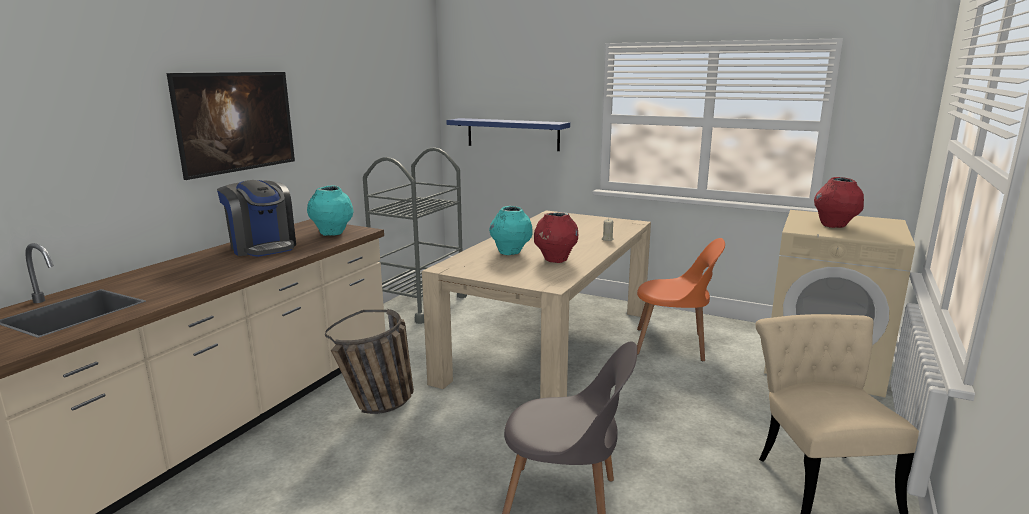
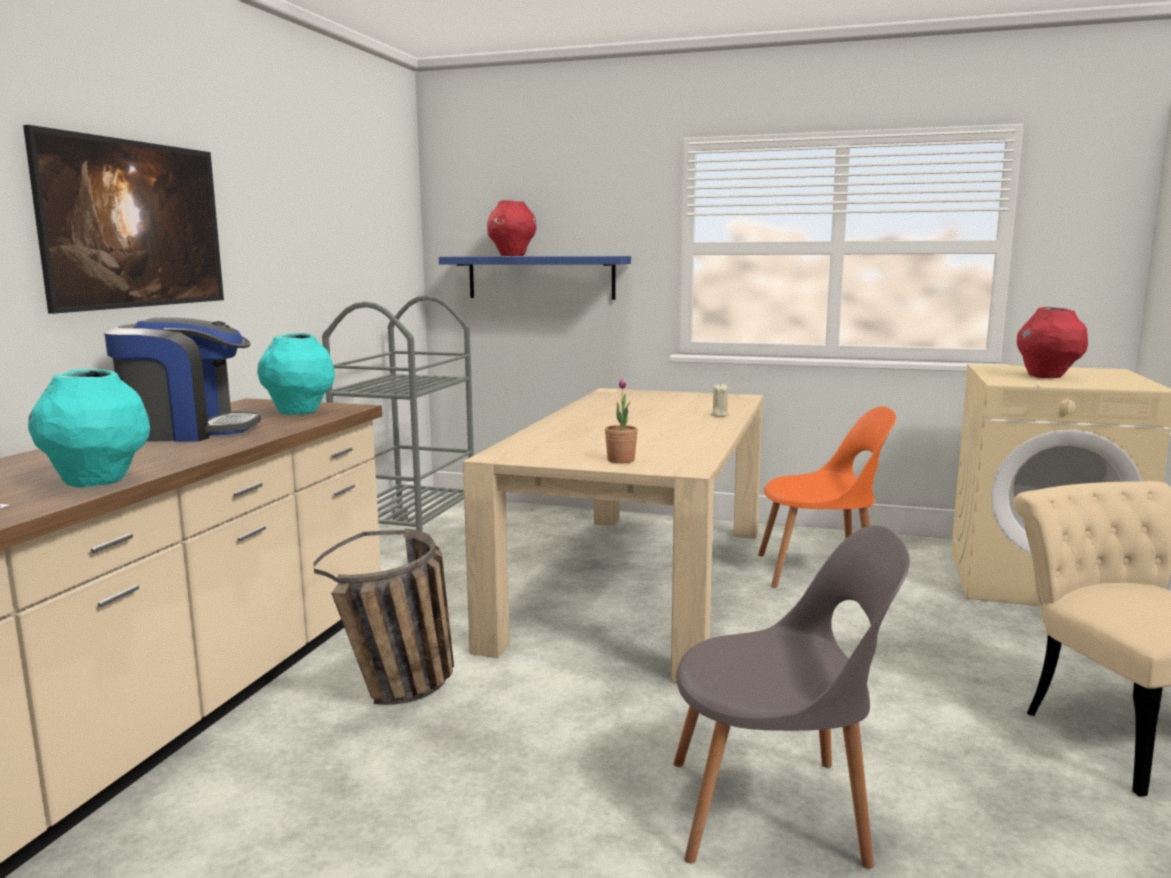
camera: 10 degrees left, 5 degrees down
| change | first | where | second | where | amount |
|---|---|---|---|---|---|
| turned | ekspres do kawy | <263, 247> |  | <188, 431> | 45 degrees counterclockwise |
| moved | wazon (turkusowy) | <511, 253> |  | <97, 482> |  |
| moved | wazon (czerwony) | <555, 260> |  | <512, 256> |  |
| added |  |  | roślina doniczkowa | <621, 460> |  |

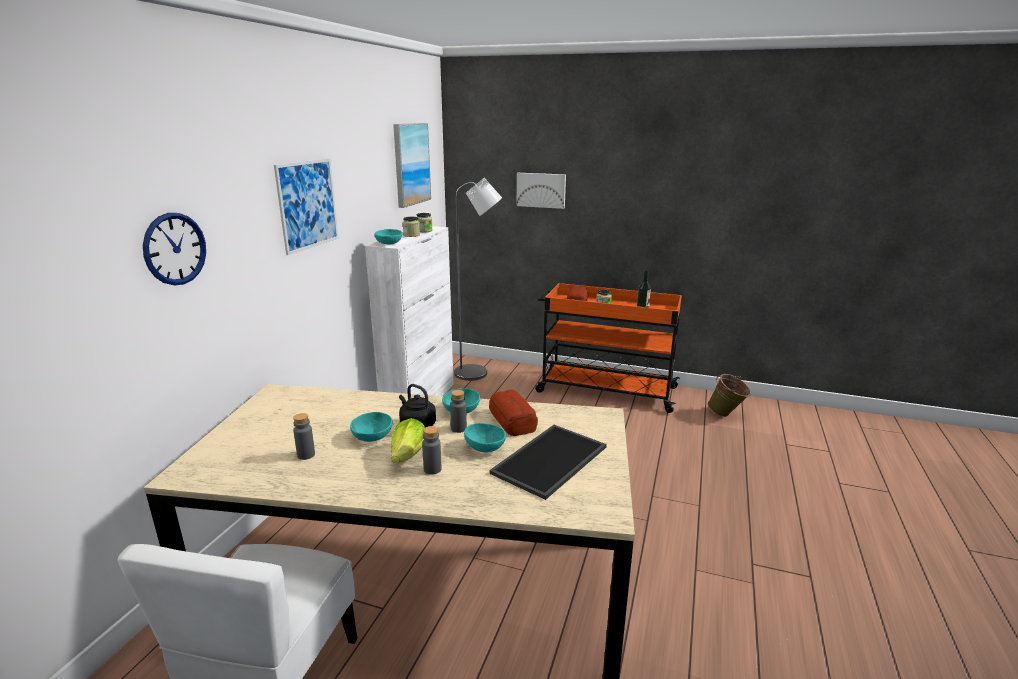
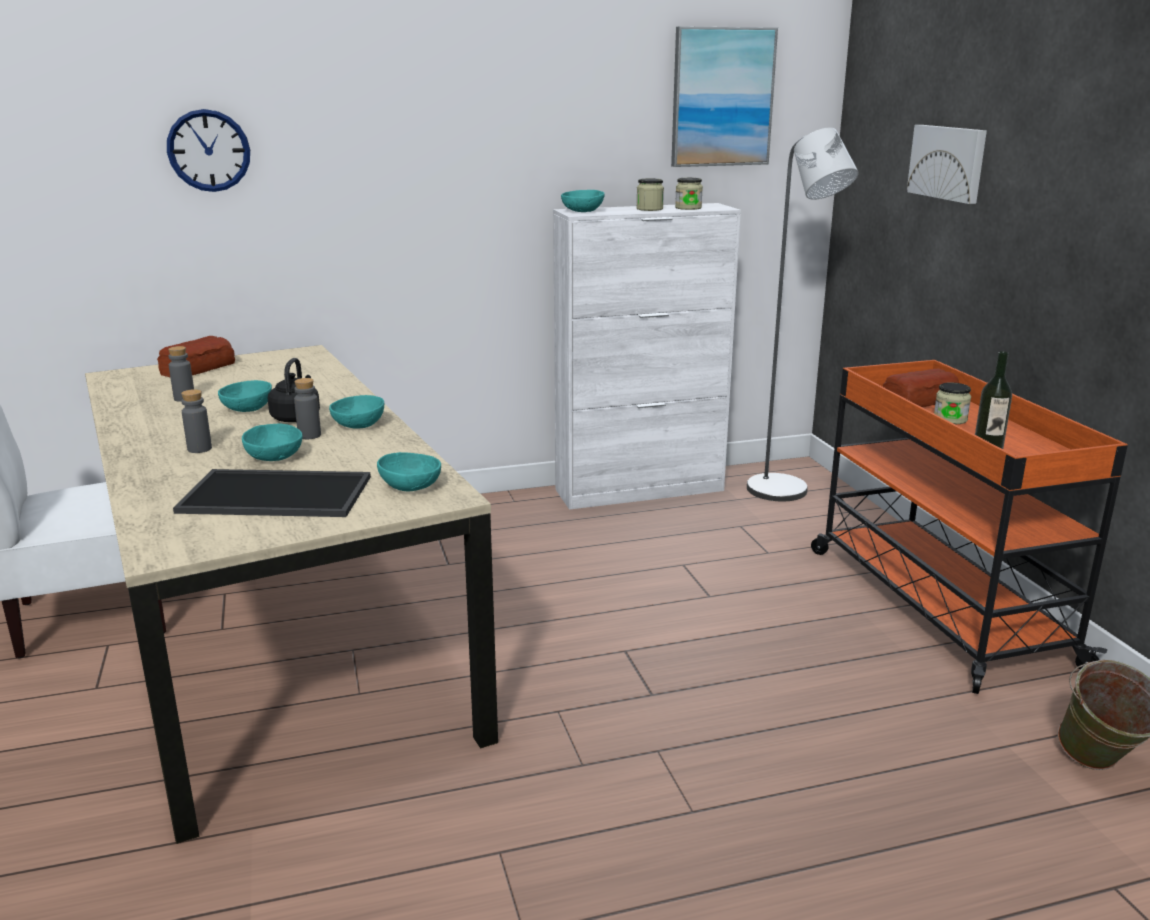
camera: 55 degrees right, 0 degrees up
| change | first | where | second | where | amount |
|---|---|---|---|---|---|
| removed | obraz | <308, 204> |  |  |  |
| moved | chleb | <512, 420> |  | <199, 368> |  |
| removed | sałata | <409, 455> |  |  |  |
| added |  |  | miska (turkusowy) | <411, 487> |  |

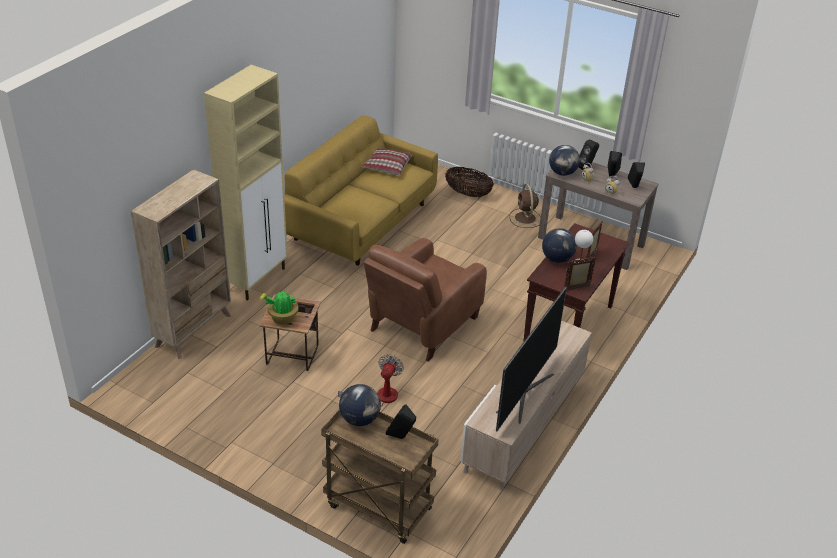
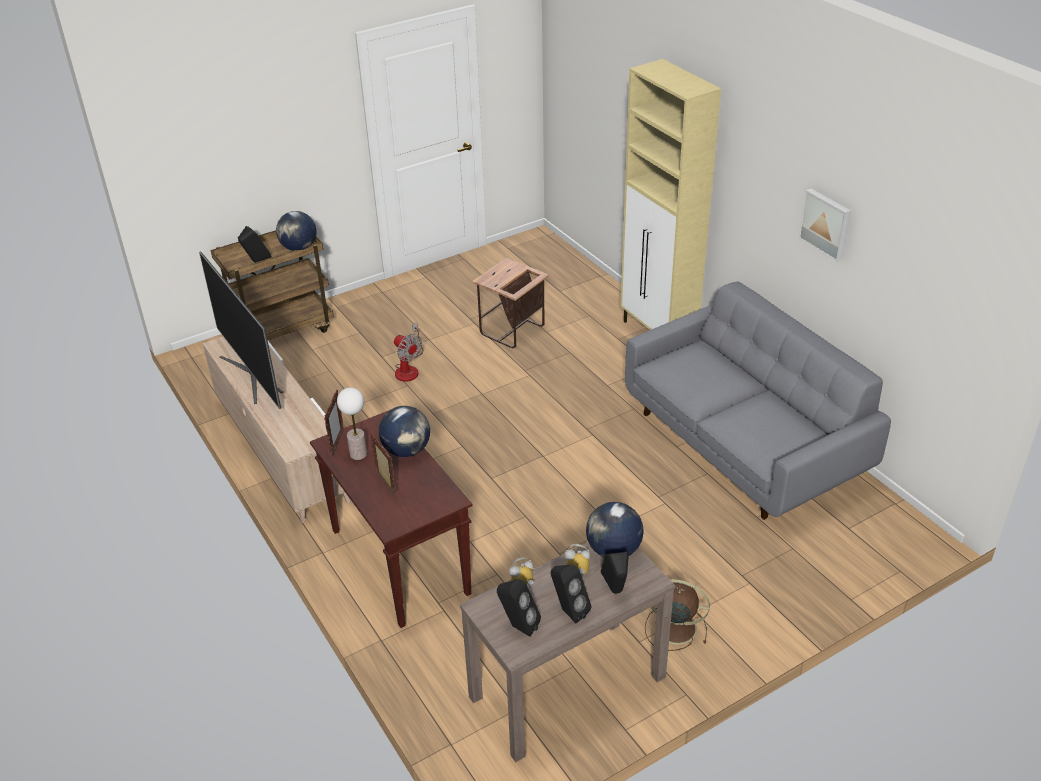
camera: 120 degrees right, 0 degrees up
| change | first | where | second | where | amount |
|---|---|---|---|---|---|
| recoloured | kanapa (żółty) | <361, 222> | kanapa (szary) | <743, 443> |  |
| removed | poduszka | <387, 166> |  |  |  |
| removed | koszyk | <468, 194> |  |  |  |
| removed | regał (beżowy) | <194, 330> |  |  |  |
| removed | fotel (brązowy) | <421, 325> |  |  |  |
| removed | roślina doniczkowa | <282, 318> |  |  |  |
| added |  |  | obraz | <826, 224> |  |

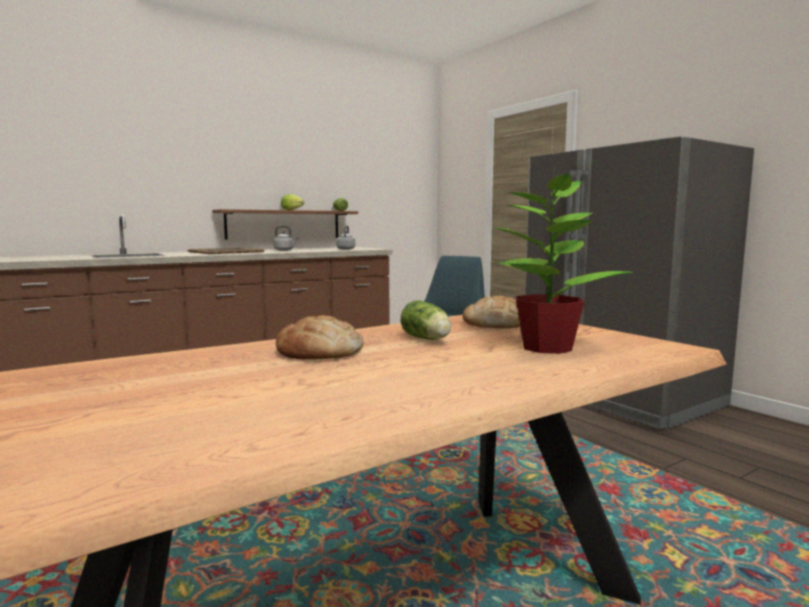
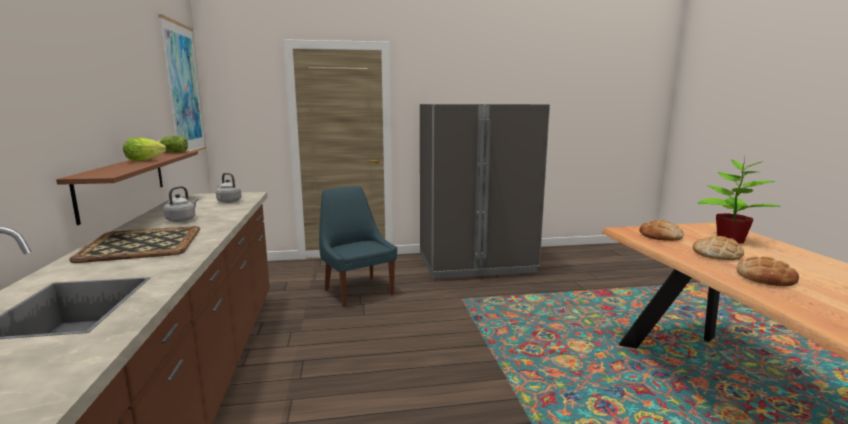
camera: 65 degrees left, 5 degrees up
| change | first | where | second | where | amount |
|---|---|---|---|---|---|
| replaced | sałata | <427, 339> | chleb | <717, 254> |  |
| added |  |  | obraz | <183, 89> |  |

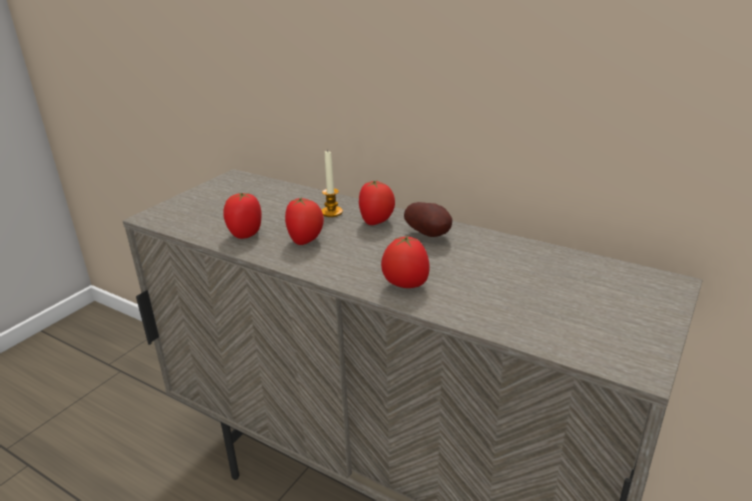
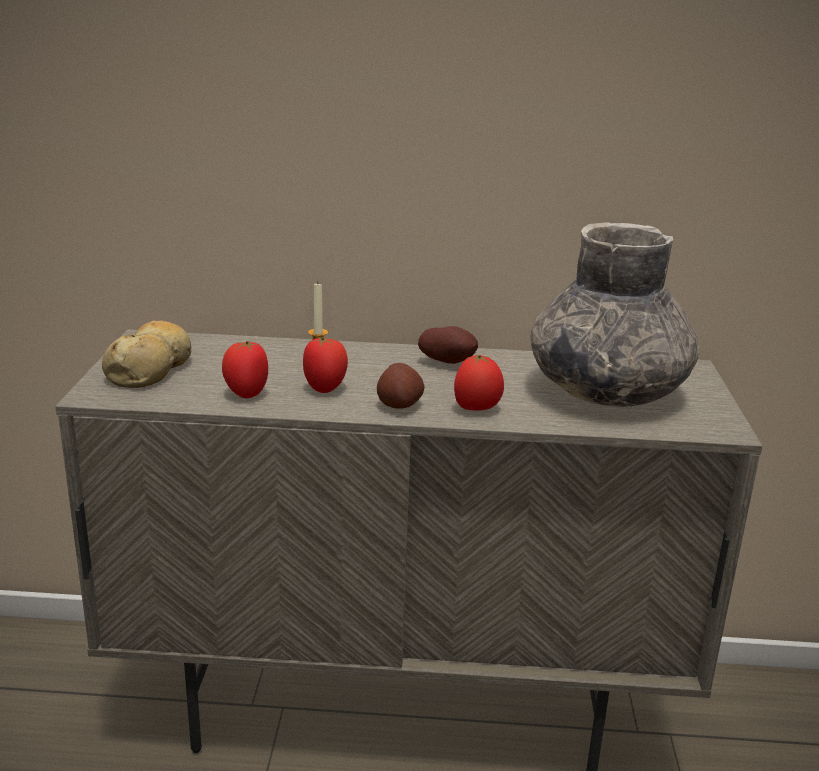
camera: 30 degrees left, 5 degrees down
| change | first | where | second | where | amount |
|---|---|---|---|---|---|
| removed | pomidor | <377, 222> |  |  |  |
| added |  |  | wazon (szary) | <606, 391> |  |
| added |  |  | chleb | <151, 369> |  |
| added |  |  | ziemniak | <399, 404> |  |

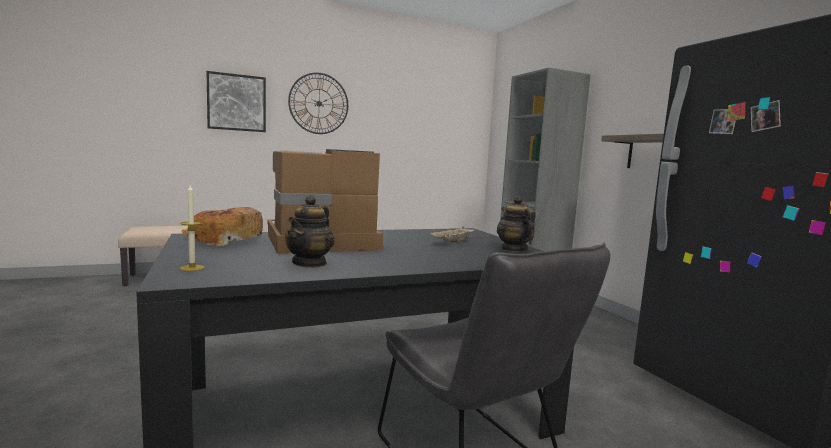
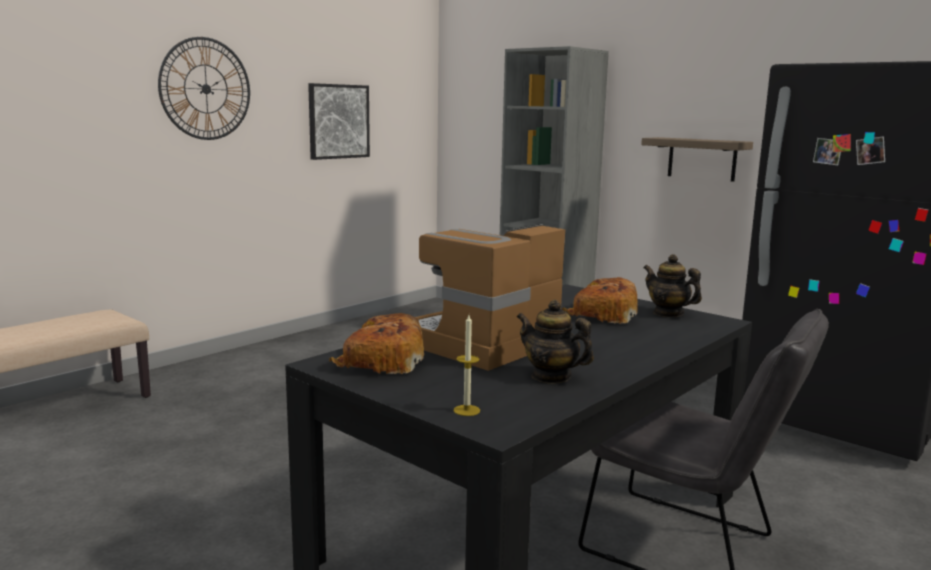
camera: 25 degrees left, 5 degrees up
| change | first | where | second | where | amount |
|---|---|---|---|---|---|
| moved | obraz | <237, 102> |  | <338, 121> |  |
| turned | imbryk | <310, 263> |  | <551, 376> | 135 degrees clockwise |
| replaced | taca (beżowy) | <452, 243> | chleb | <600, 315> |  |

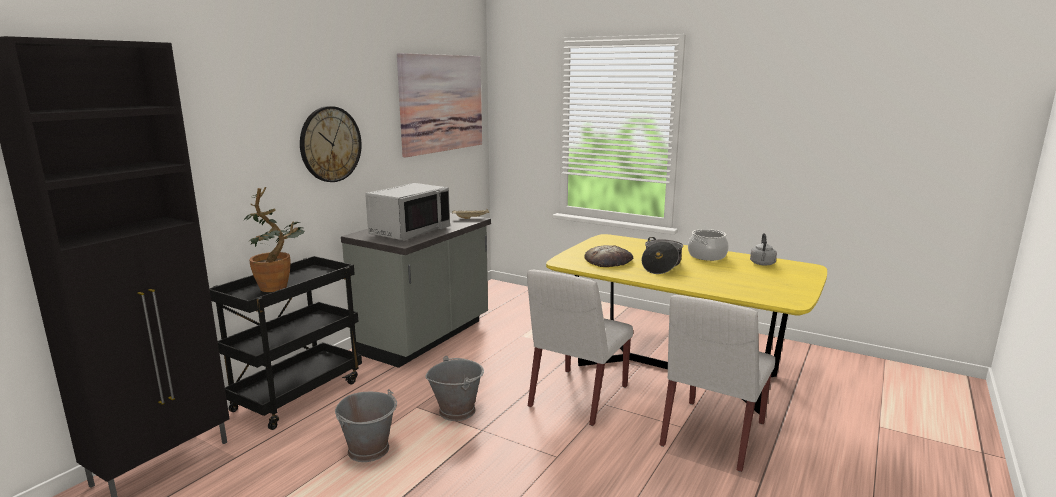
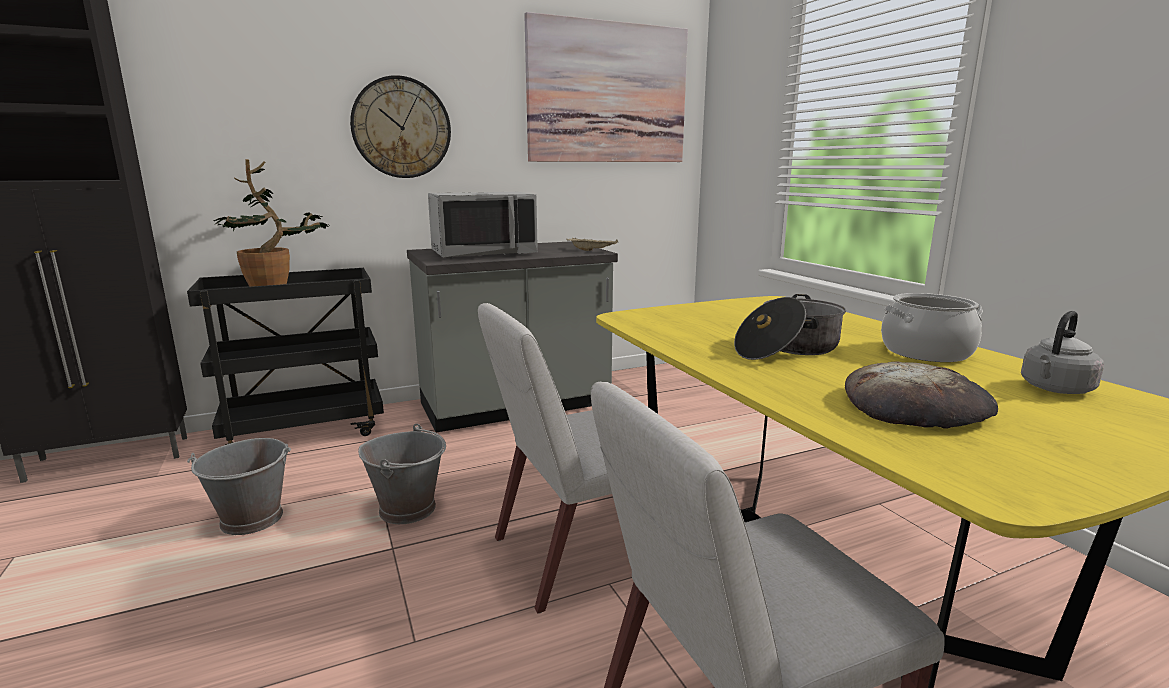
camera: 35 degrees right, 0 degrees up
| change | first | where | second | where | amount |
|---|---|---|---|---|---|
| moved | chleb | <608, 260> |  | <915, 406> |  |

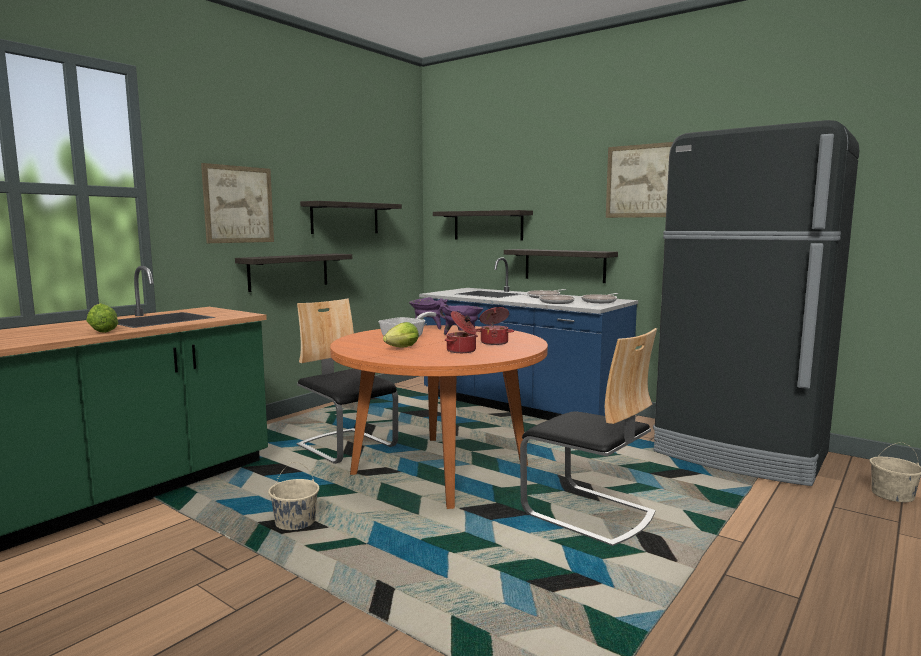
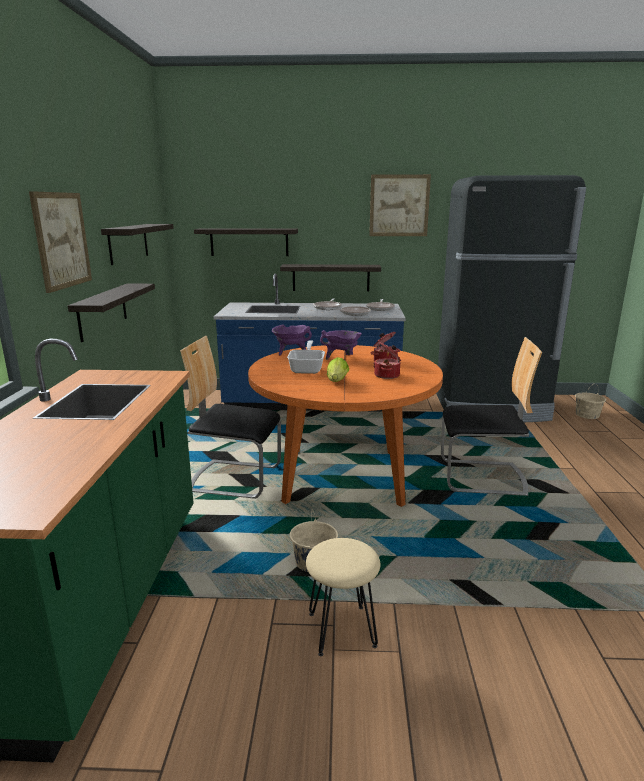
camera: 35 degrees left, 10 degrees up
| change | first | where | second | where | amount |
|---|---|---|---|---|---|
| removed | sałata | <102, 331> |  |  |  |
| added |  |  | stołek (beżowy) | <341, 629> |  |

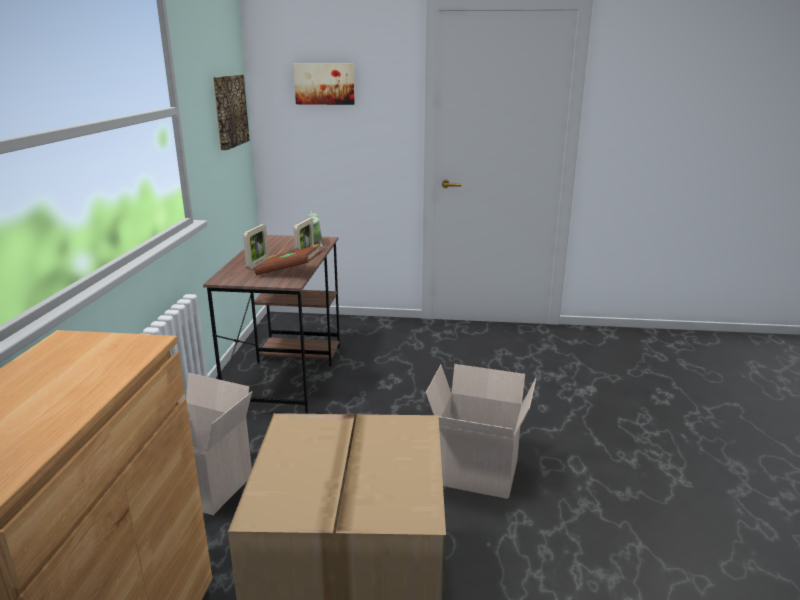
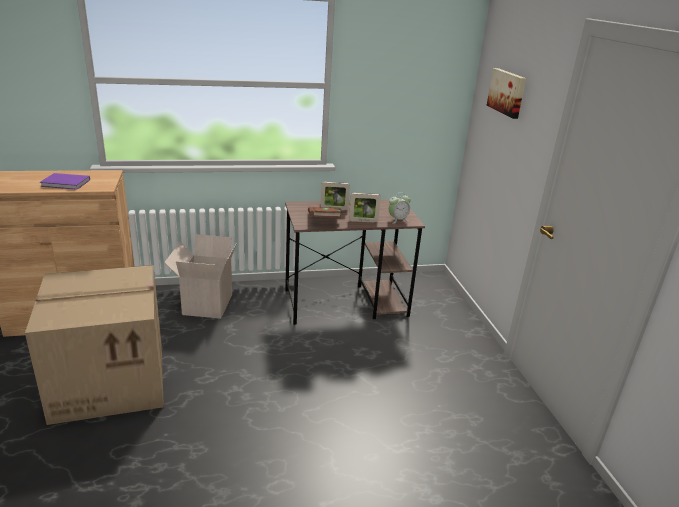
camera: 70 degrees right, 5 degrees up
| change | first | where | second | where | amount |
|---|---|---|---|---|---|
| removed | obraz | <229, 111> |  |  |  |
| removed | karton | <475, 474> |  |  |  |
| added |  |  | książka (fioletowy) | <66, 183> |  |

